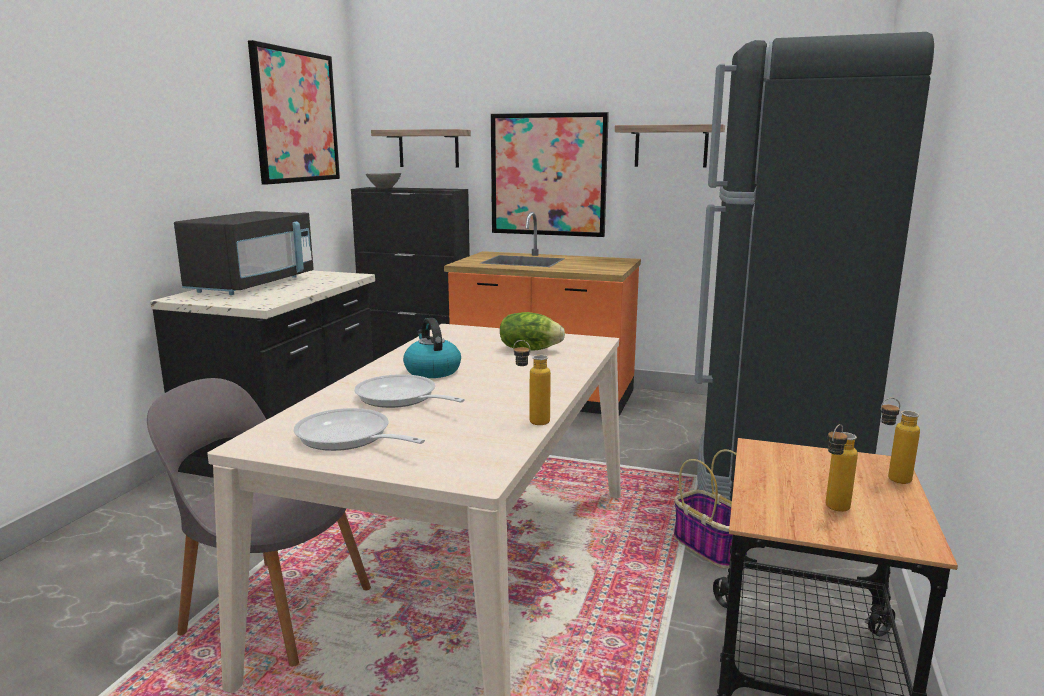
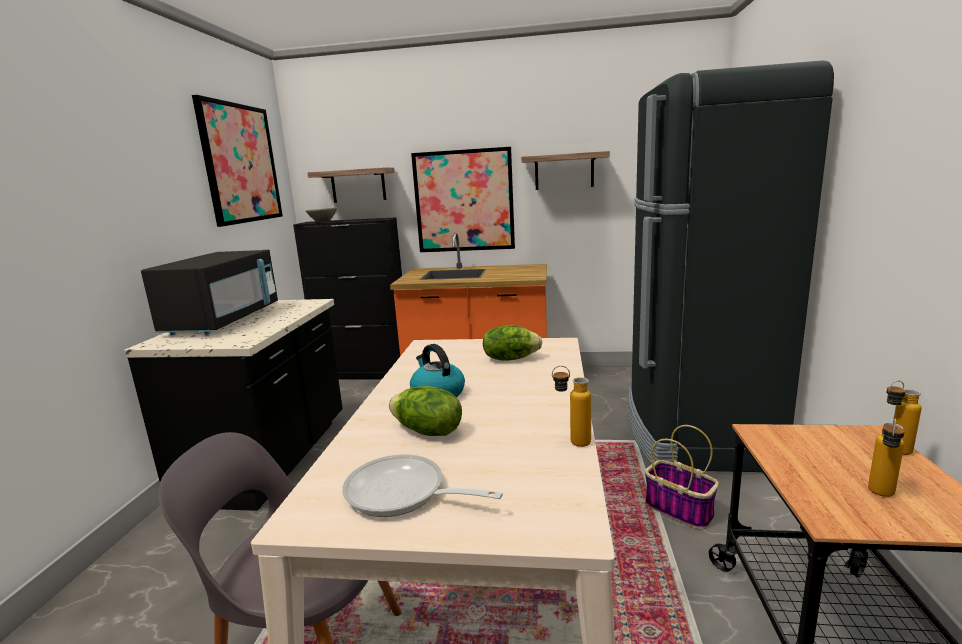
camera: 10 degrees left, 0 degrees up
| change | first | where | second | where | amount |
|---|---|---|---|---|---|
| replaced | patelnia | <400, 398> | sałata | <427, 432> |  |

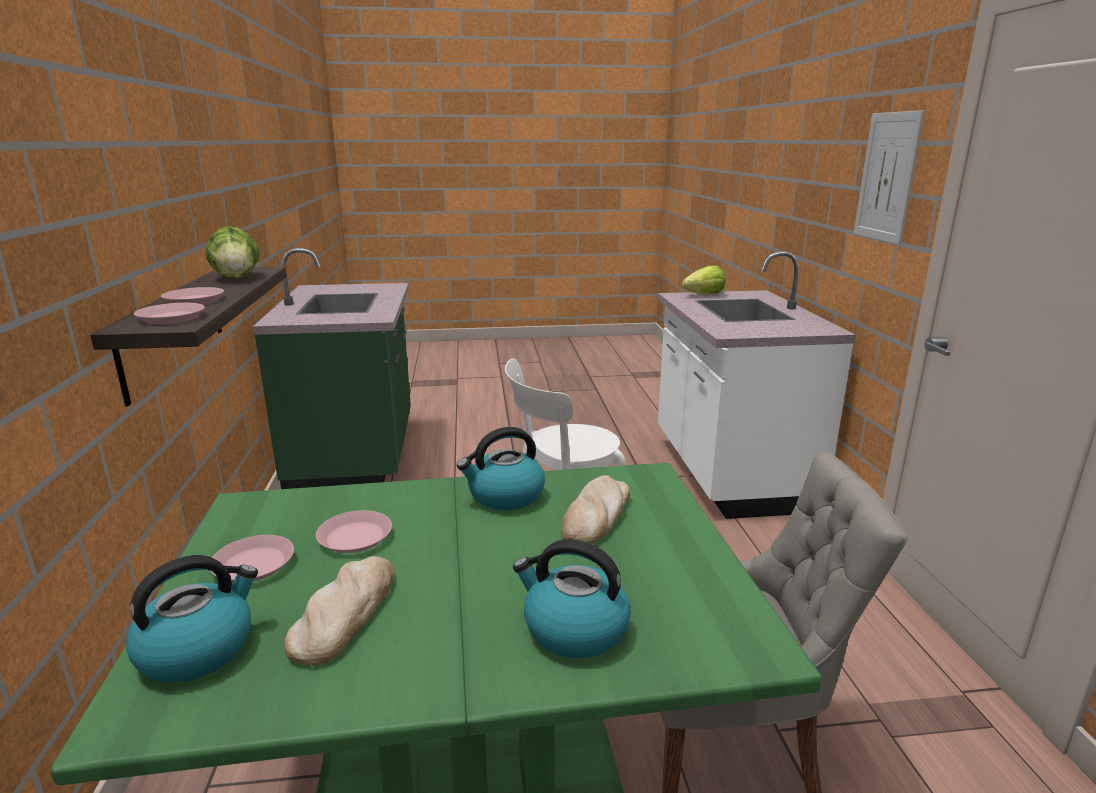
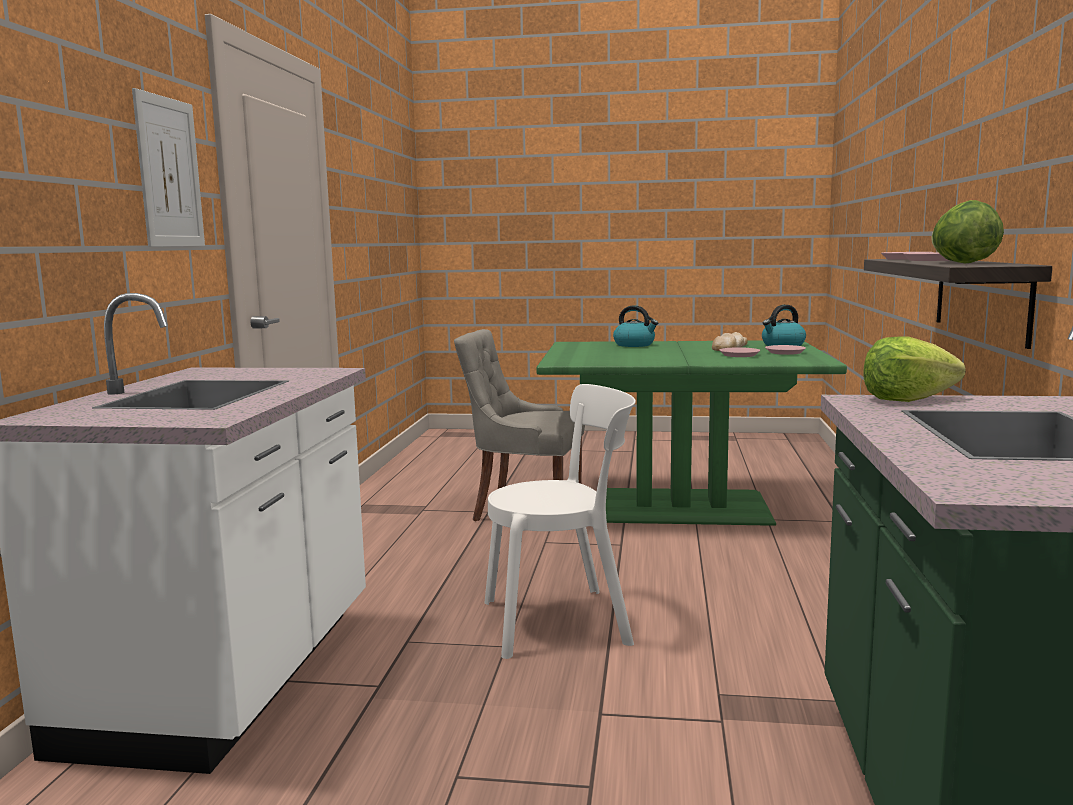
camera: 165 degrees left, 10 degrees down
| change | first | where | second | where | amount |
|---|---|---|---|---|---|
| moved | sałata | <704, 295> |  | <906, 399> |  |
| removed | czajnik | <505, 496> |  |  |  |
| removed | chleb | <596, 516> |  |  |  |

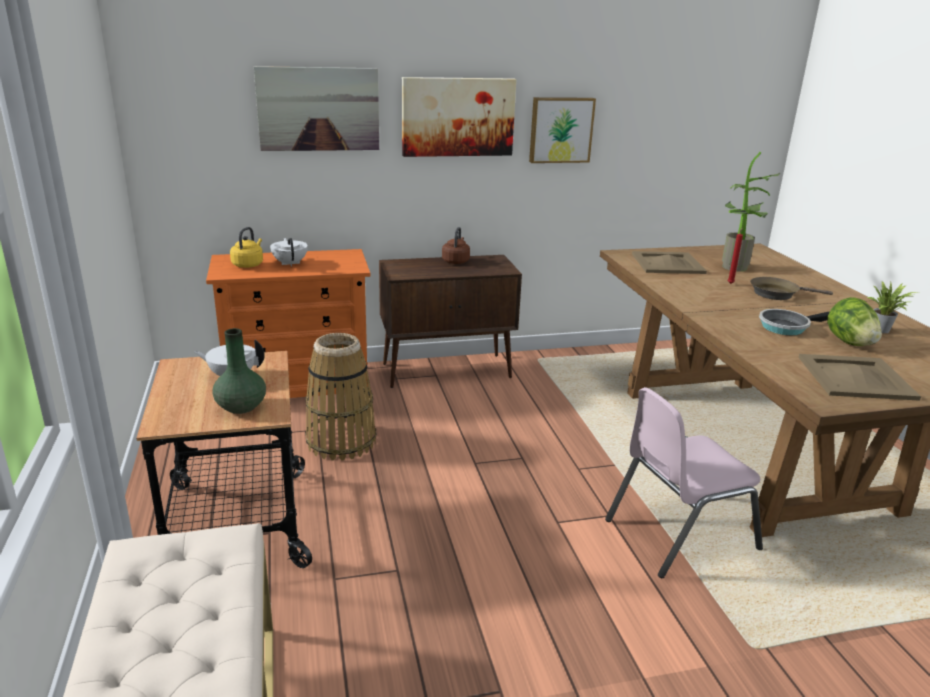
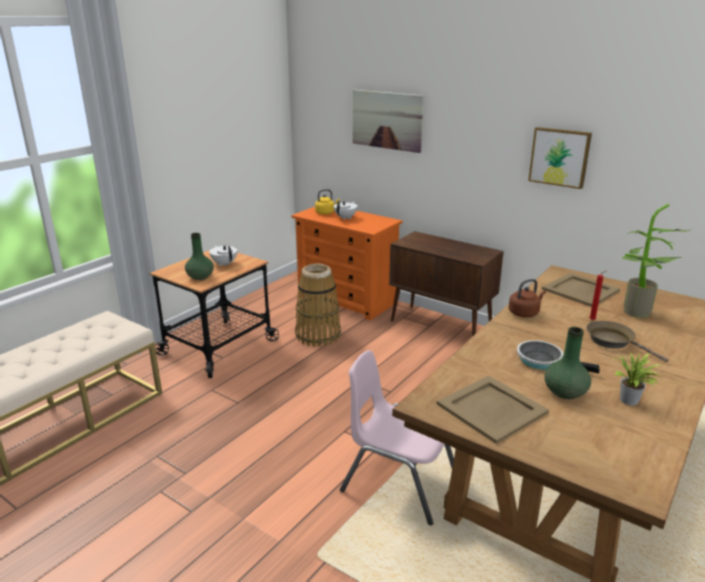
camera: 50 degrees right, 0 degrees up
| change | first | where | second | where | amount |
|---|---|---|---|---|---|
| removed | obraz | <458, 117> |  |  |  |
| moved | czajnik (brązowy) | <456, 261> |  | <524, 313> |  |
| replaced | sałata | <849, 342> | wazon (zielony) | <565, 392> |  |

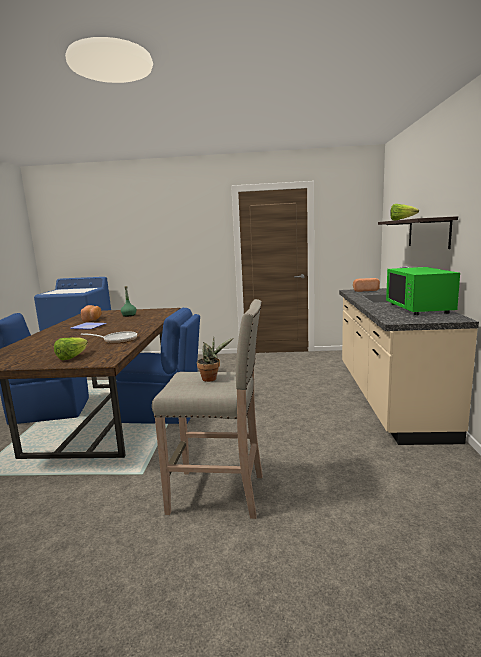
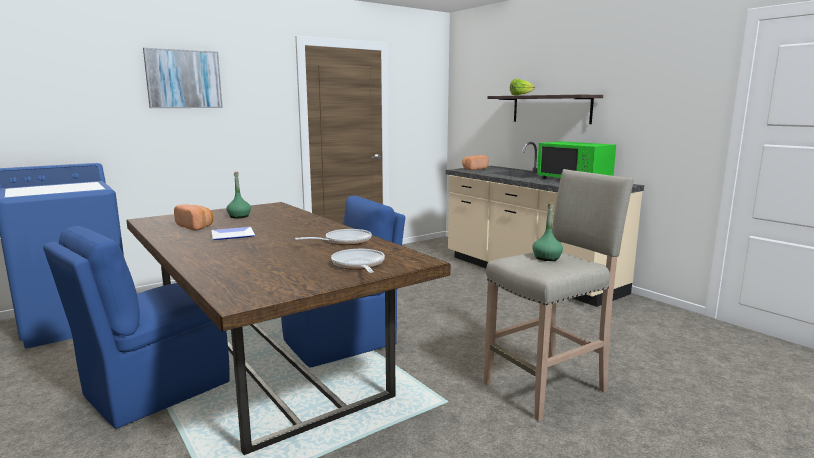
camera: 40 degrees left, 0 degrees up
| change | first | where | second | where | amount |
|---|---|---|---|---|---|
| replaced | sałata | <72, 357> | patelnia | <358, 265> |  |
| replaced | roślina doniczkowa | <211, 378> | butelka (zielony) | <546, 258> |  |
| added |  |  | obraz | <184, 79> |  |

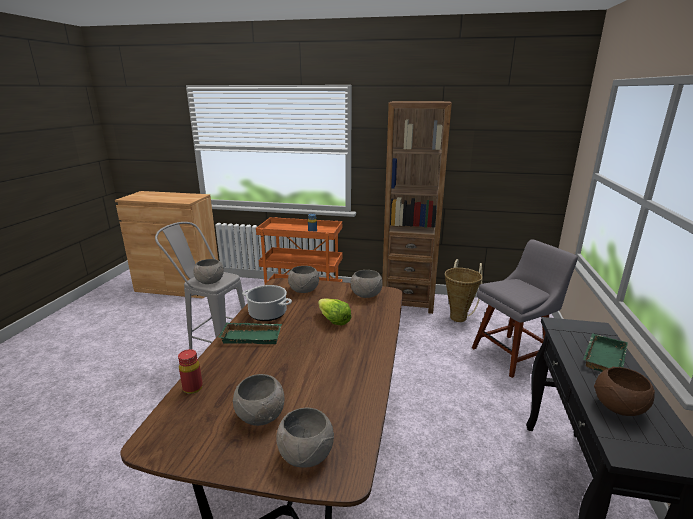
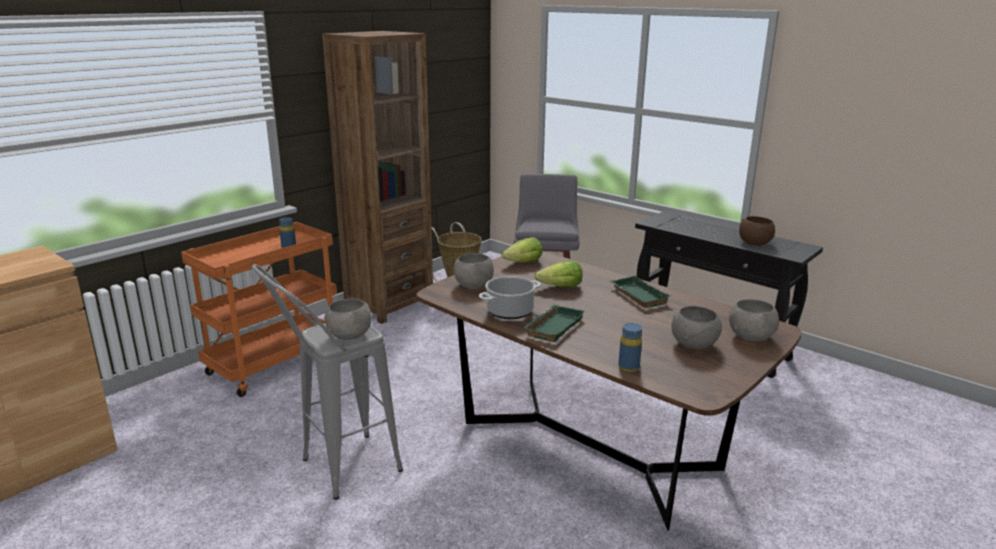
camera: 60 degrees left, 0 degrees up
| change | first | where | second | where | amount |
|---|---|---|---|---|---|
| replaced | miska (szary) | <366, 295> | sałata | <523, 263> |  |
| moved | taca (zielony) | <602, 357> |  | <637, 296> |  |
| recoloured | butelka (czerwony) | <193, 388> | butelka (niebieski) | <628, 367> |  |

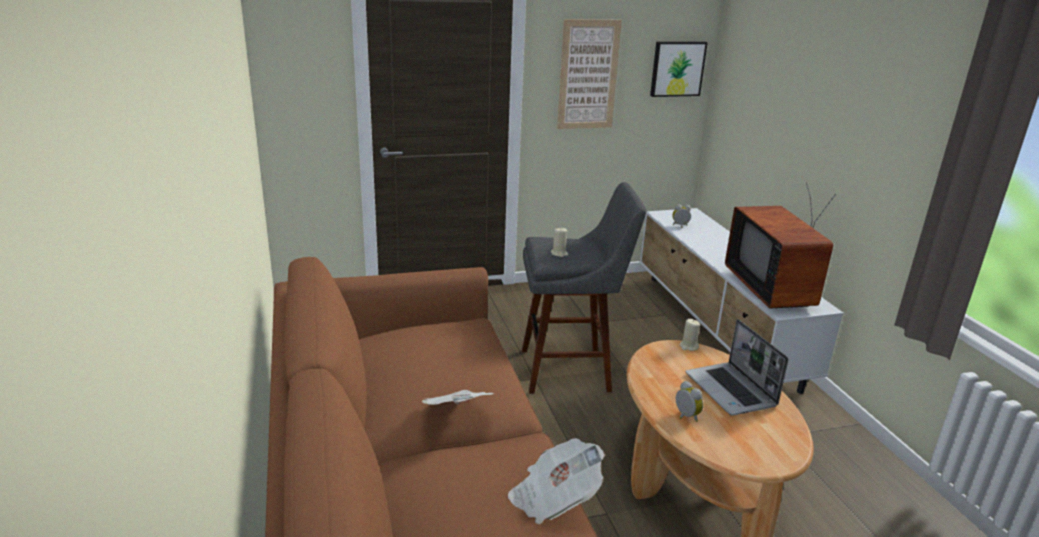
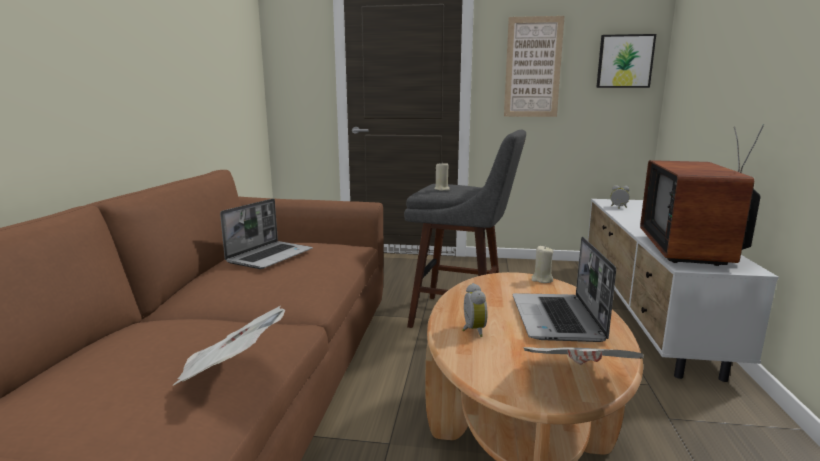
camera: 25 degrees right, 10 degrees down
| change | first | where | second | where | amount |
|---|---|---|---|---|---|
| moved | gazeta | <457, 413> |  | <577, 381> |  |
| added |  |  | laptop | <270, 256> |  |

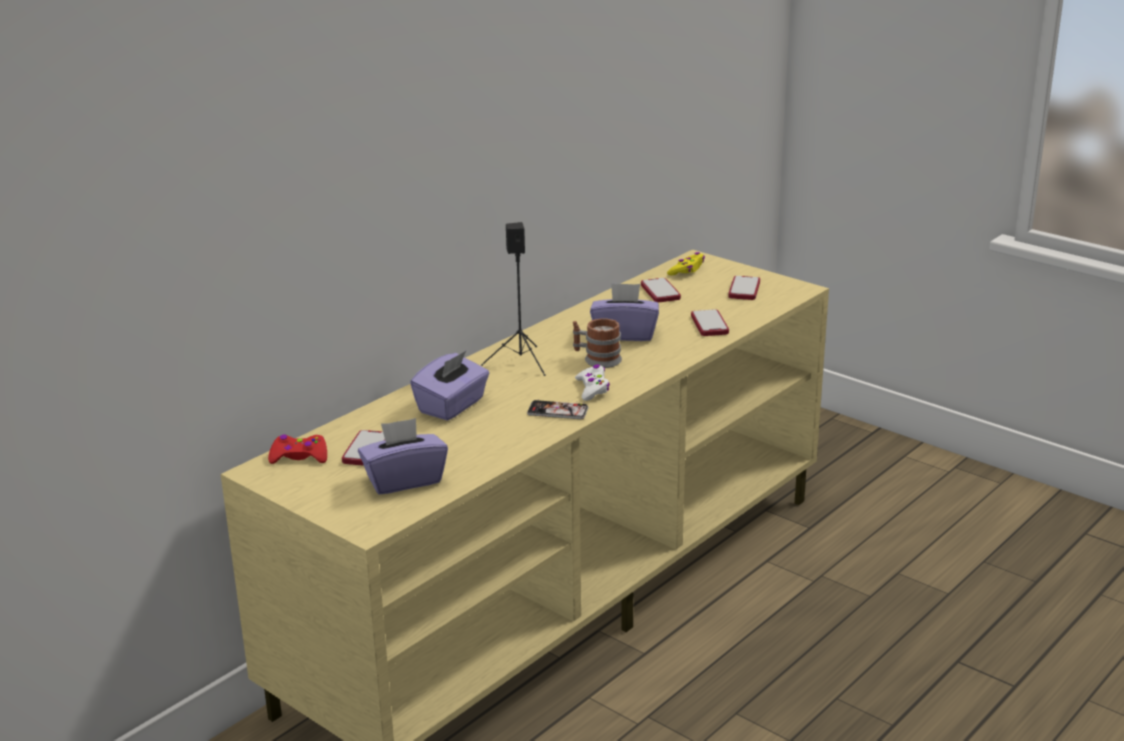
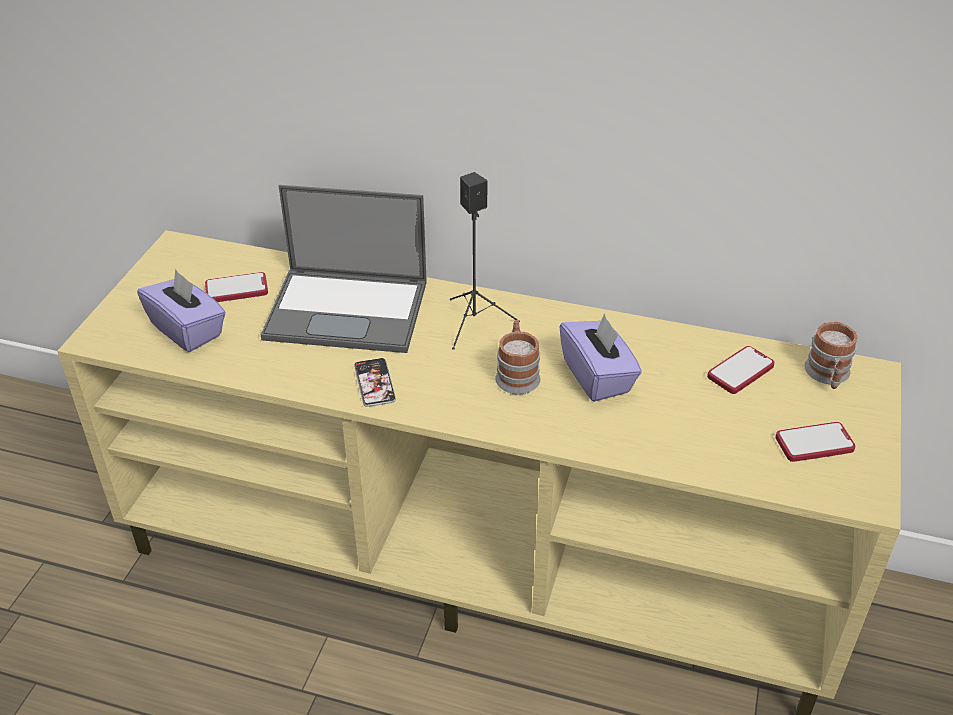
camera: 65 degrees right, 15 degrees up
| change | first | where | second | where | amount |
|---|---|---|---|---|---|
| replaced | pad do gier (żółty) | <687, 270> | kubek | <828, 375> |  |
| removed | telefon | <709, 324> |  |  |  |
| replaced | pudełko chusteczek (fioletowy) | <452, 406> | laptop | <349, 310> |  |
| removed | pad do gier (biały) | <592, 389> |  |  |  |
| removed | pad do gier (czerwony) | <299, 457> |  |  |  |

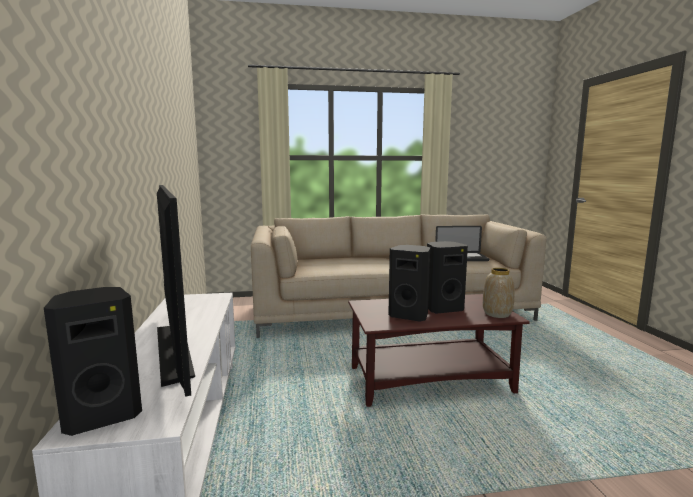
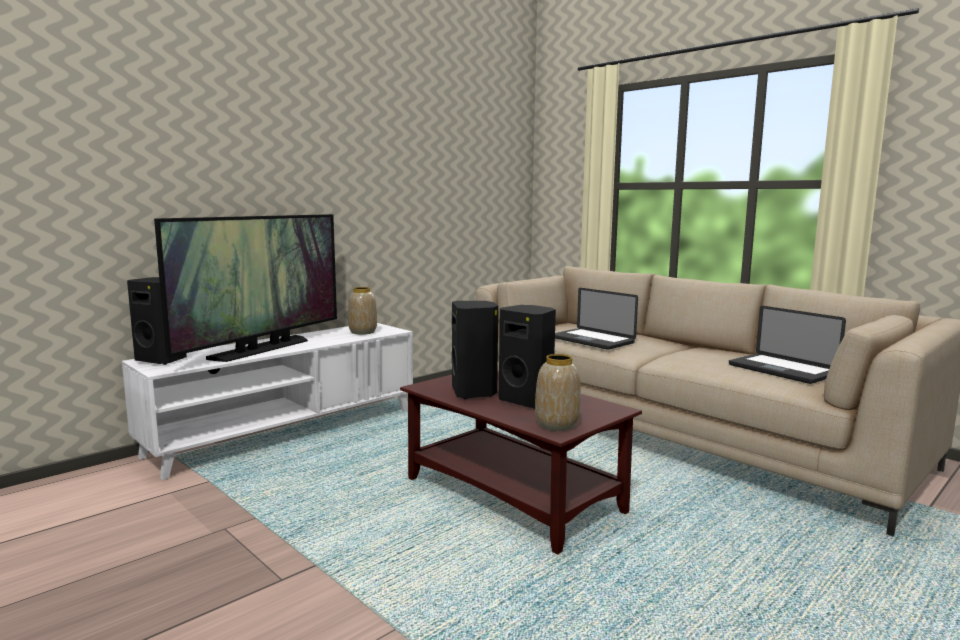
camera: 55 degrees right, 0 degrees up
| change | first | where | second | where | amount |
|---|---|---|---|---|---|
| added |  |  | wazon | <362, 332> |  |
| added |  |  | laptop | <592, 340> |  |

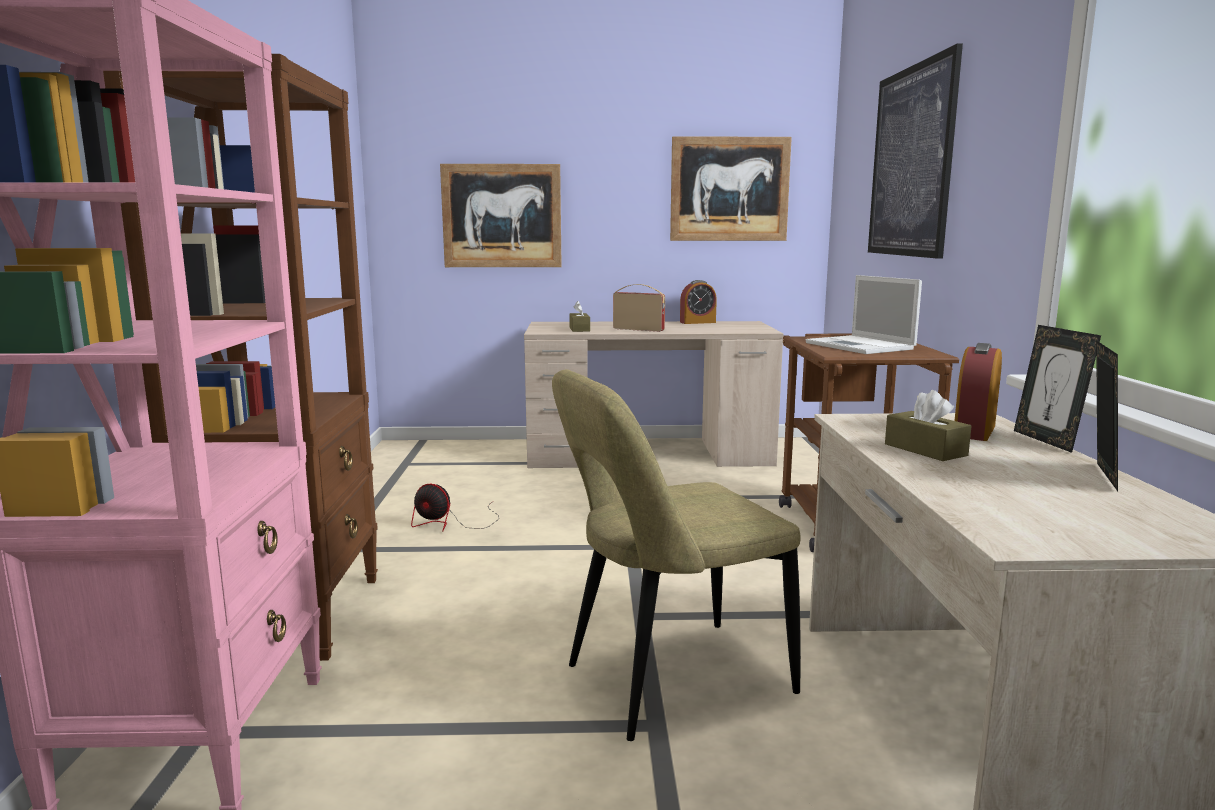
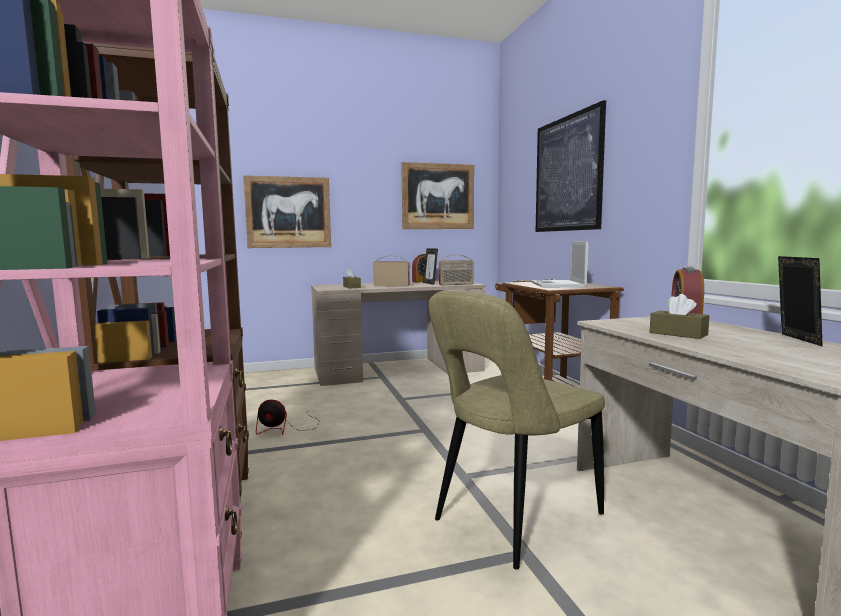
camera: 15 degrees left, 5 degrees down
| change | first | where | second | where | amount |
|---|---|---|---|---|---|
| turned | laptop | <861, 346> |  | <558, 285> | 45 degrees clockwise |
| moved | ramka na zdjęcie | <1047, 441> |  | <430, 283> |  |
| added |  |  | radio | <456, 284> |  |

